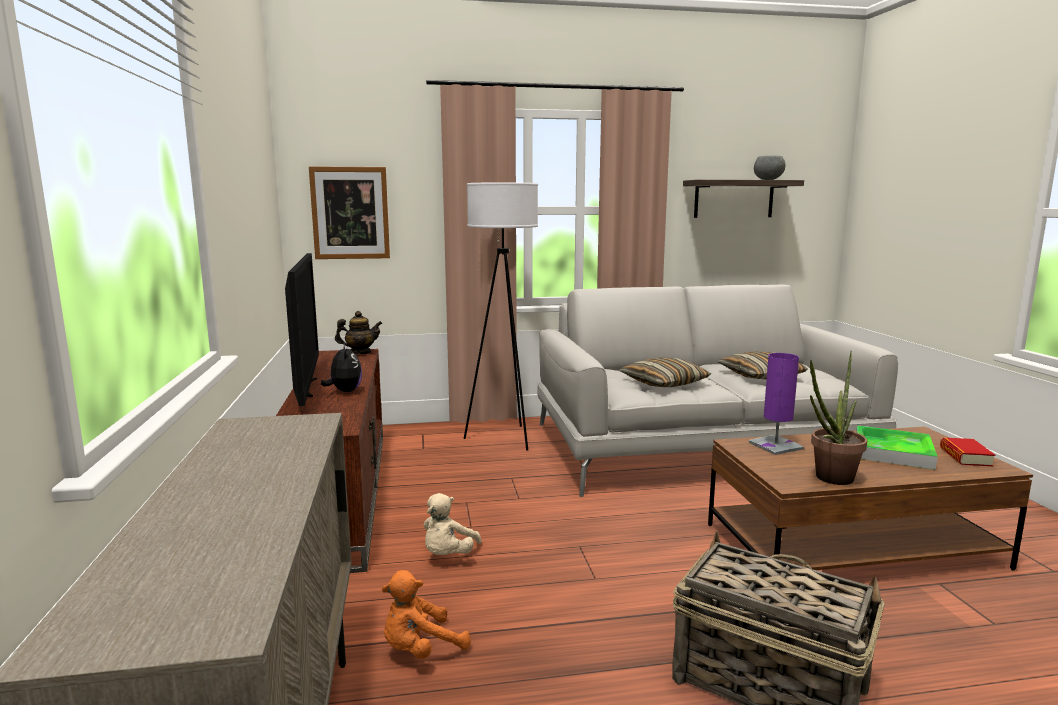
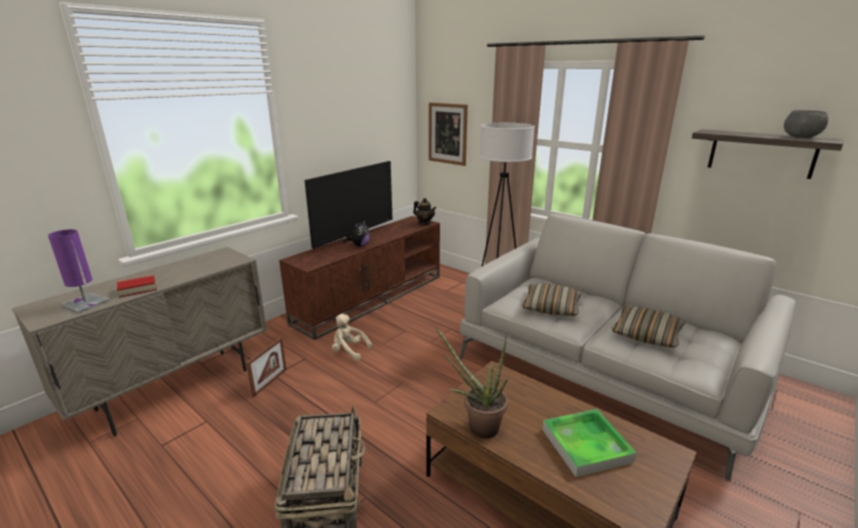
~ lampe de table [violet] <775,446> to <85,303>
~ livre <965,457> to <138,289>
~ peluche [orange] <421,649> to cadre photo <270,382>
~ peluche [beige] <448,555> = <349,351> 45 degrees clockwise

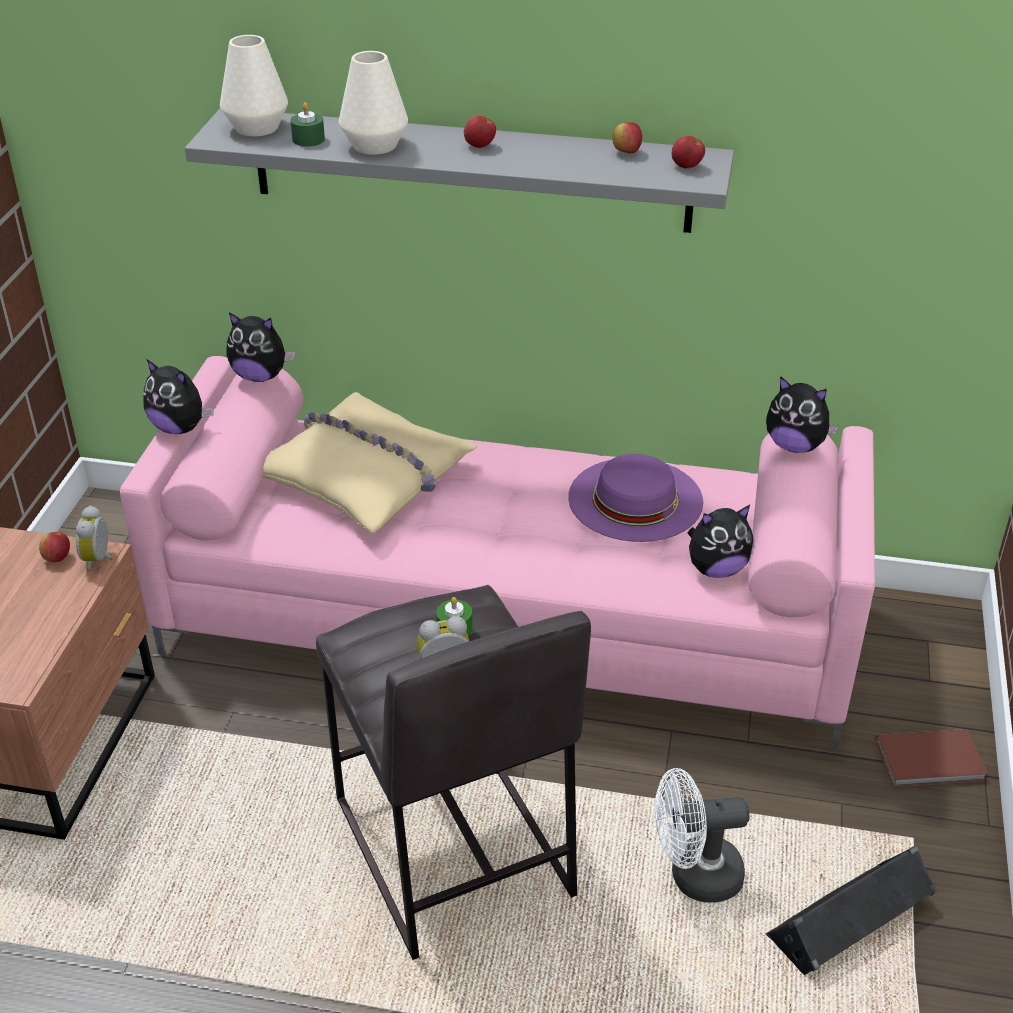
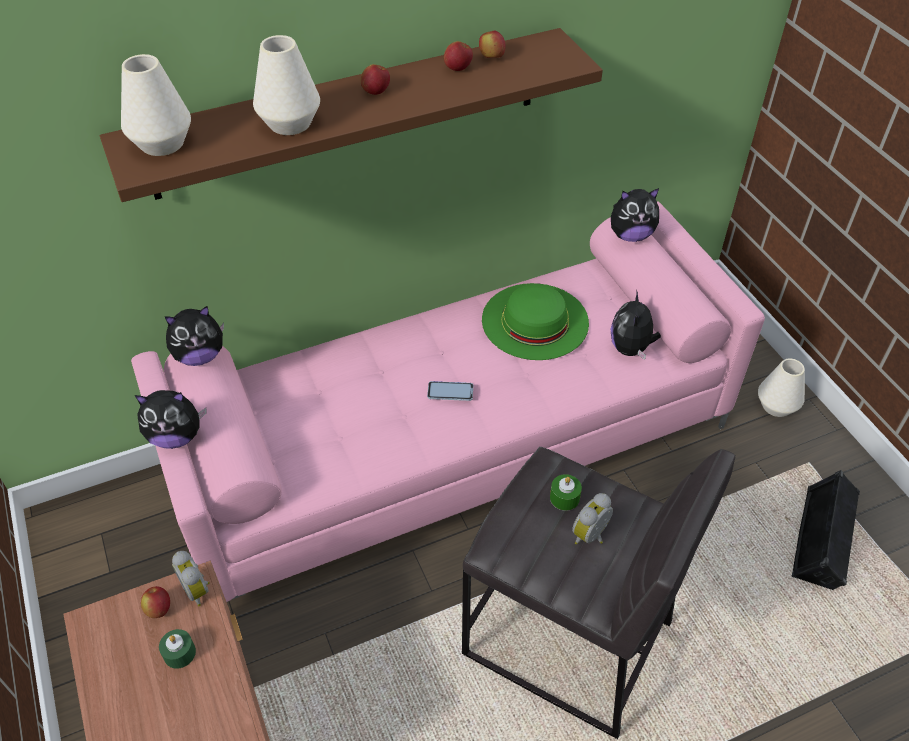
~ étagère [gris] <470,170> to étagère [marron] <349,113>
~ bougie [vert] <308,139> to <179,653>
+ téléphone <450,392>
~ pomme <686,166> to <458,68>
~ chapeau [violet] <635,499> to chapeau [vert] <535,321>
~ peluche <716,569> = <631,348> 150 degrees clockwise
~ livre [marron] <931,762> to vase [blanc] <776,406>
- coussin [beige] <365,476>
- ventilateur [blanc] <694,876>

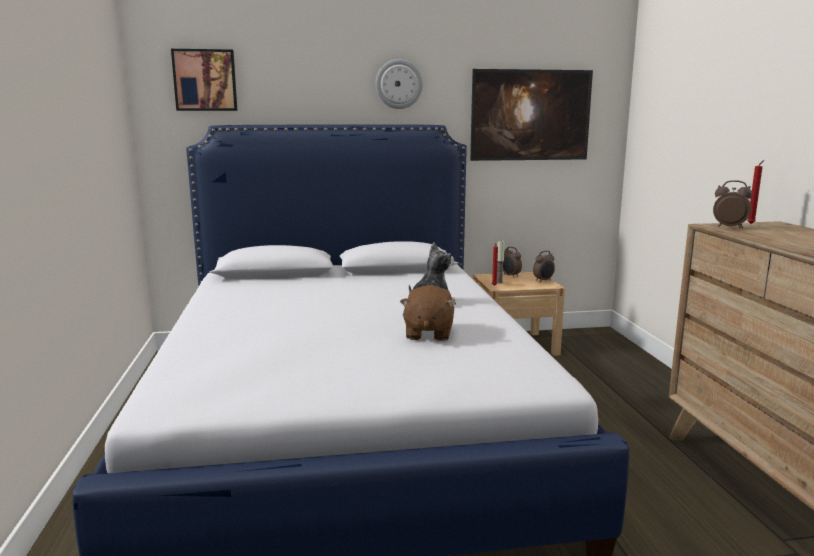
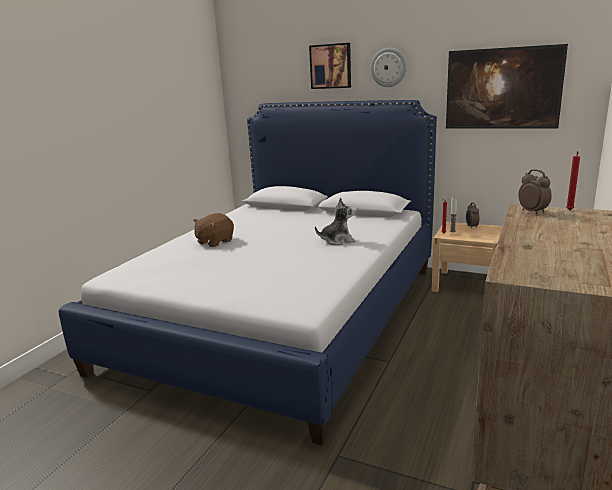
~ peluche [marron] <428,333> to <214,242>
~ tableau <205,80> to <331,66>
- réveil <543,281>

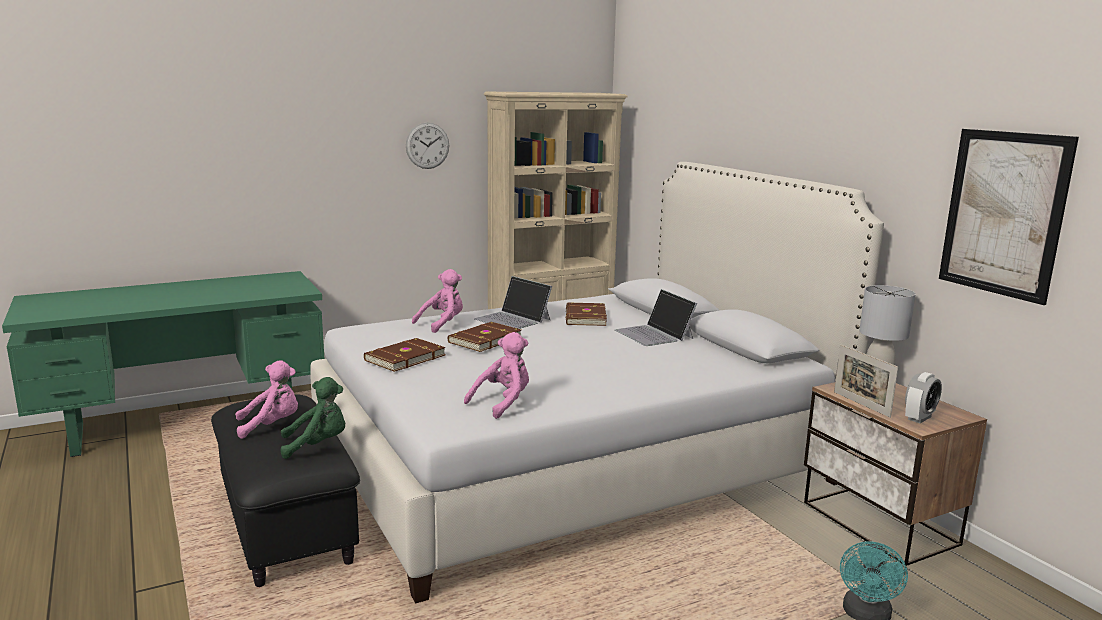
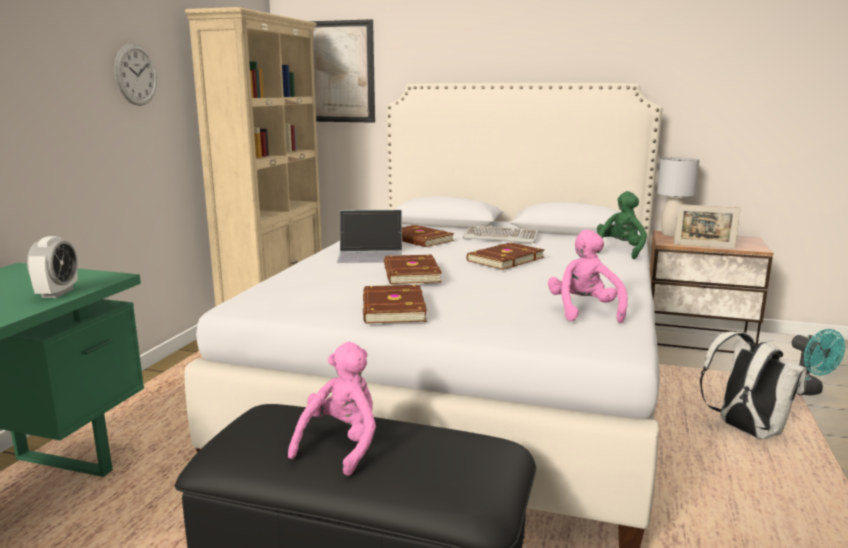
~ réveil <919,418> to <57,293>
~ tableau <1003,213> to <341,72>
~ ordinateur portable <654,334> to clavier <501,238>
+ livre [marron] <504,259>
~ peluche [vert] <317,445> to <619,251>
+ sac à dos [blanc] <745,430>
- peluche [rose] <442,324>

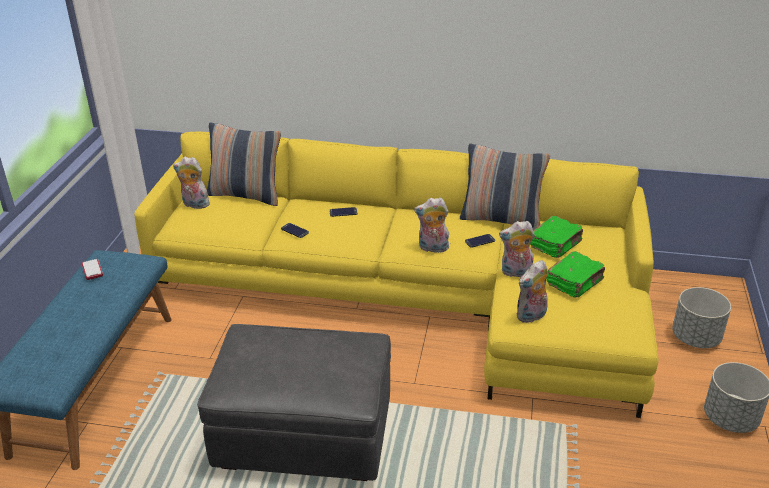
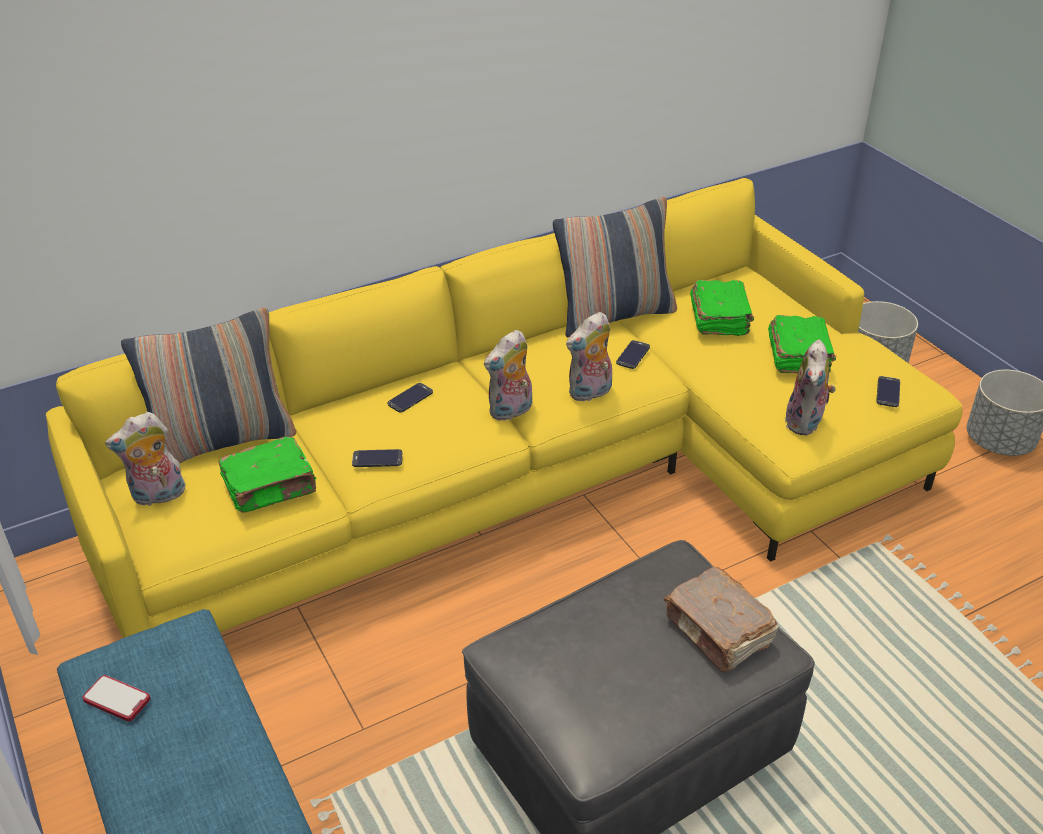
+ livre [vert] <271,487>
~ peluche <515,273> to <511,411>
+ livre [marron] <718,632>
+ téléphone <888,392>

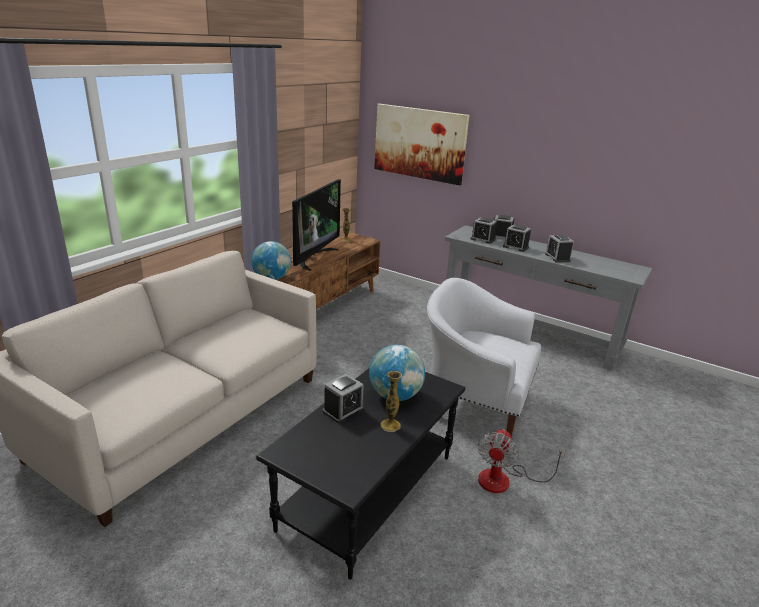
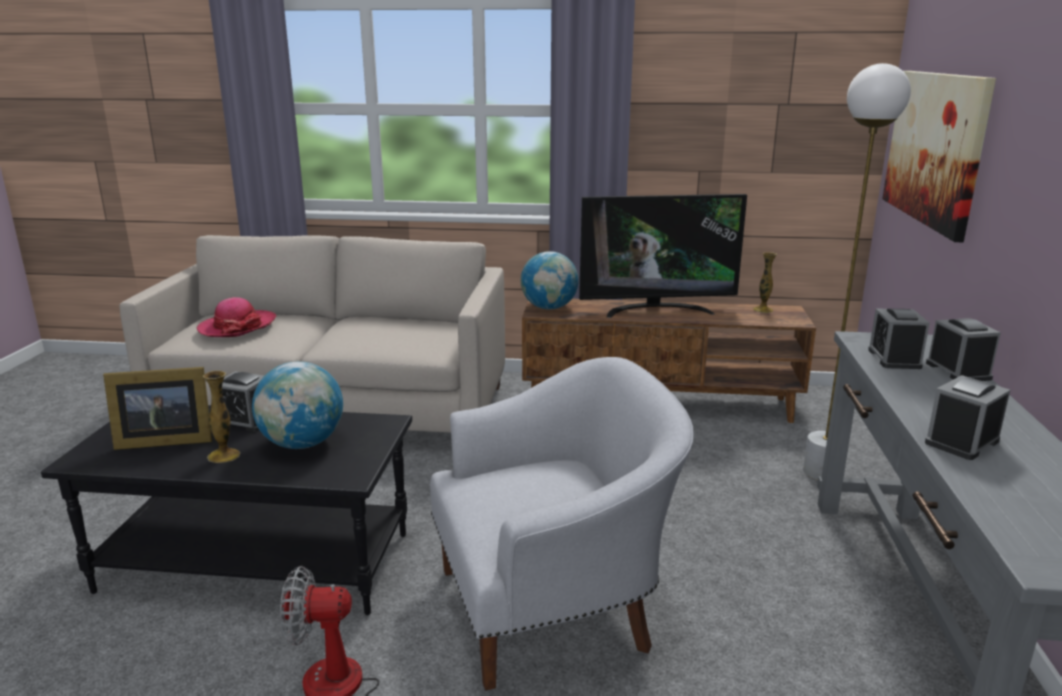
+ cadre photo <163,440>
+ chapeau <237,326>
~ fauteuil [blanc] <474,403> = <552,609> 75 degrees clockwise
+ lampadaire [blanc] <821,472>
- réveil <515,247>

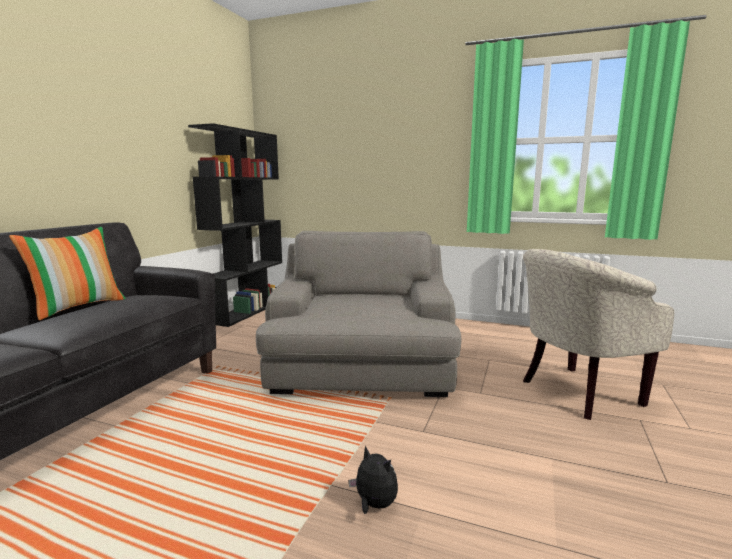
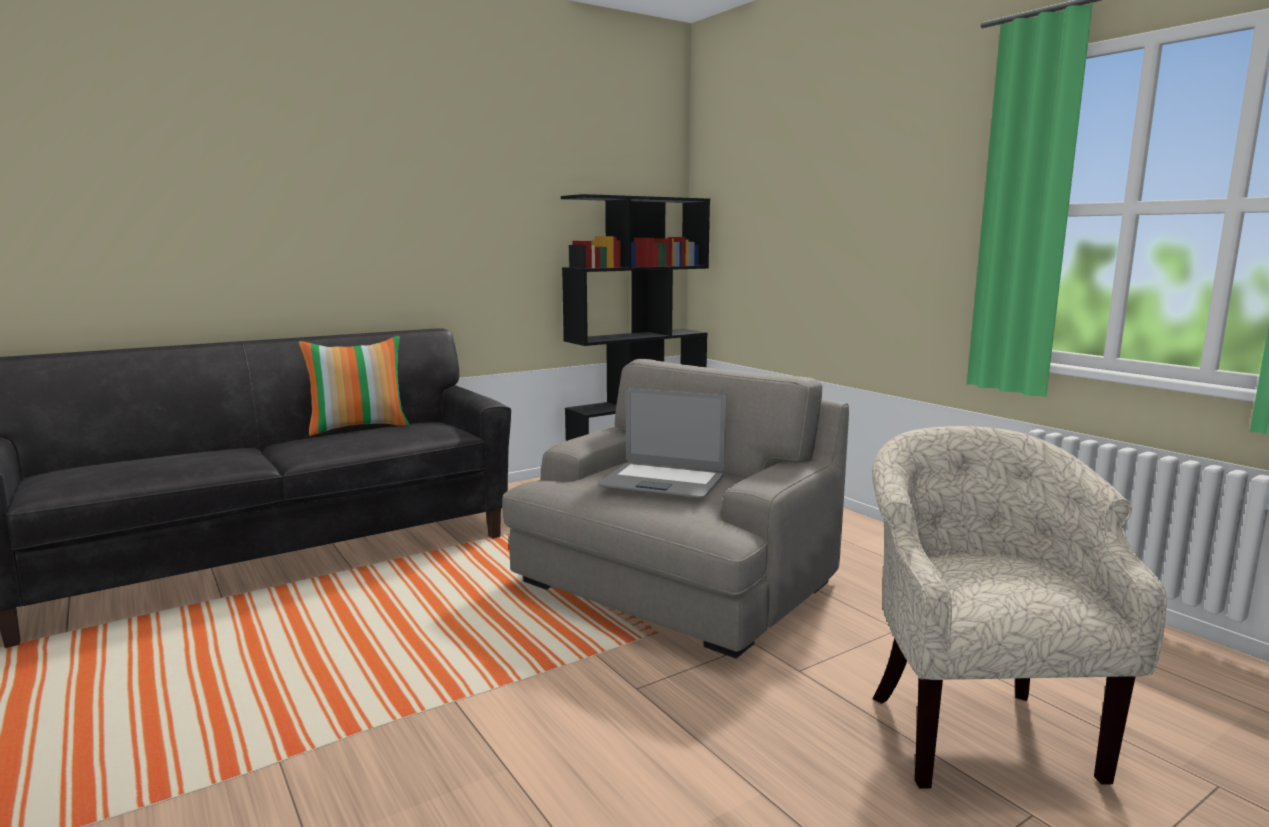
+ ordinateur portable <663,482>
~ fauteuil [beige] <575,393> = <973,729> 75 degrees clockwise
- peluche <374,505>

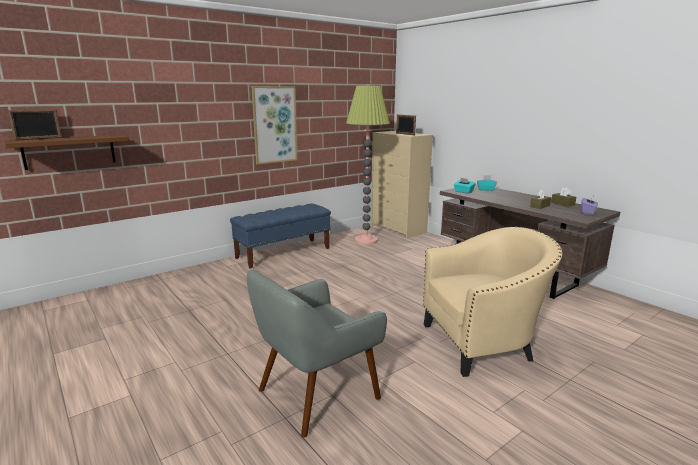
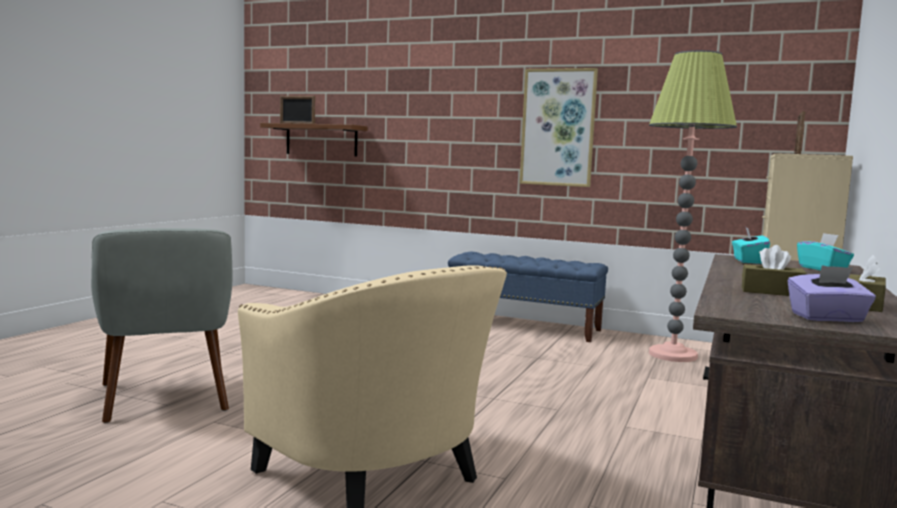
~ fauteuil [gris] <316,394> = <165,398> 135 degrees counterclockwise

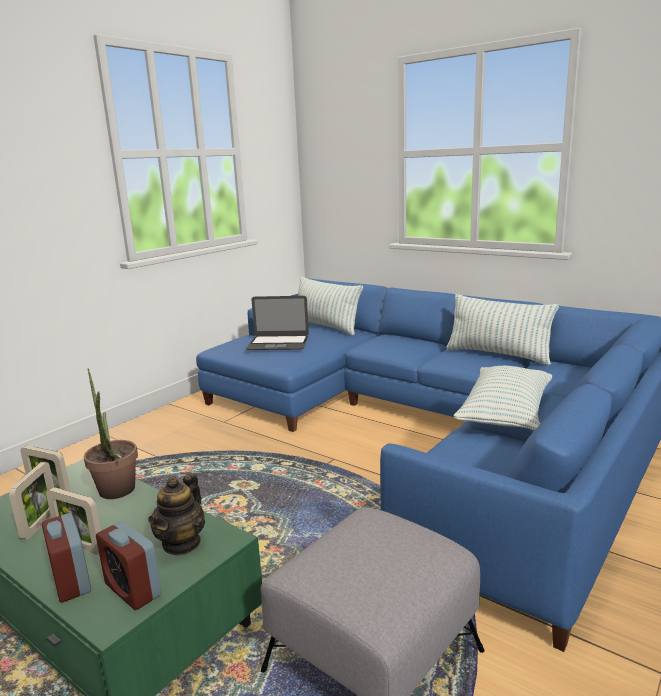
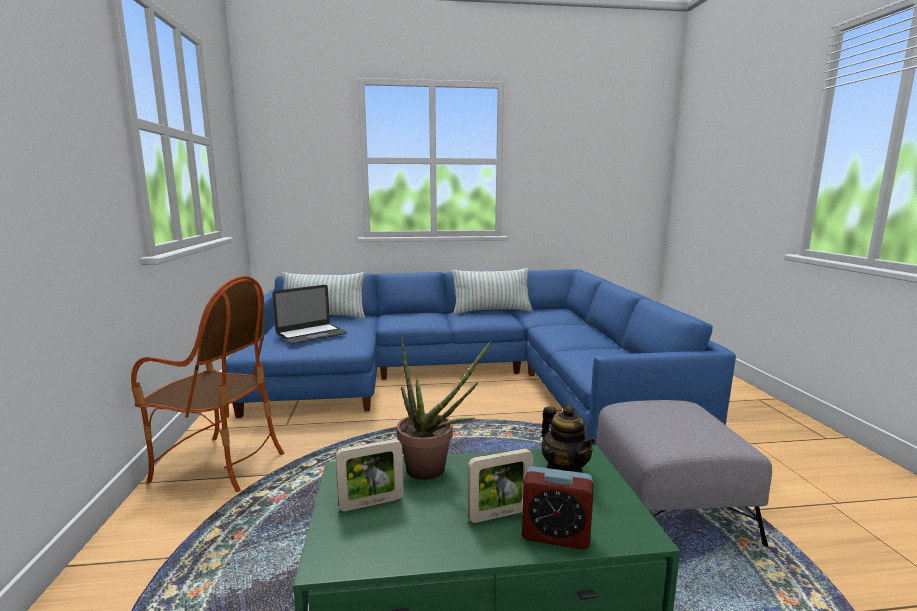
+ fauteuil <219,465>
- cadre photo <40,524>
- réveil <133,590>
- coussin <505,414>

